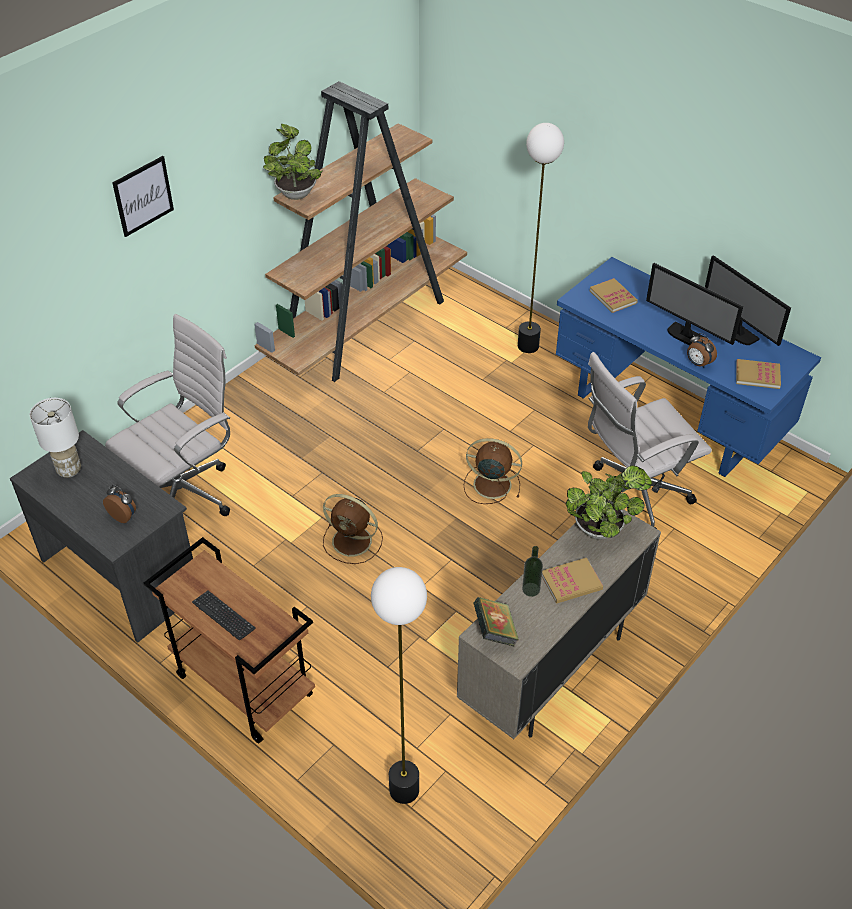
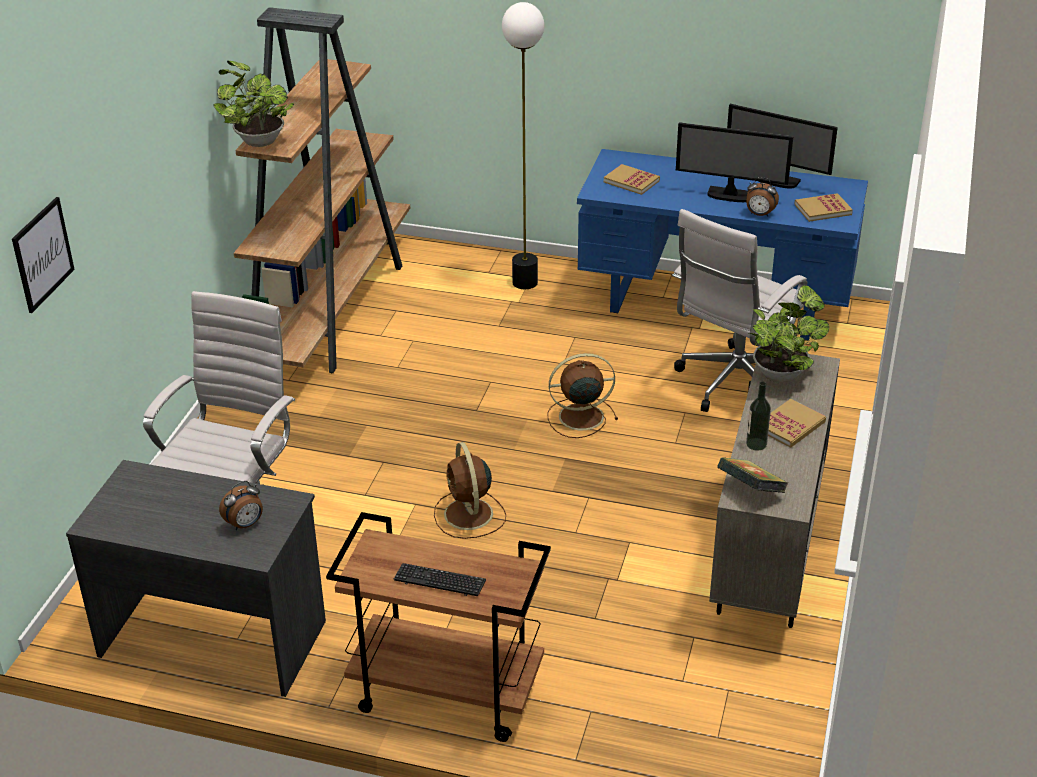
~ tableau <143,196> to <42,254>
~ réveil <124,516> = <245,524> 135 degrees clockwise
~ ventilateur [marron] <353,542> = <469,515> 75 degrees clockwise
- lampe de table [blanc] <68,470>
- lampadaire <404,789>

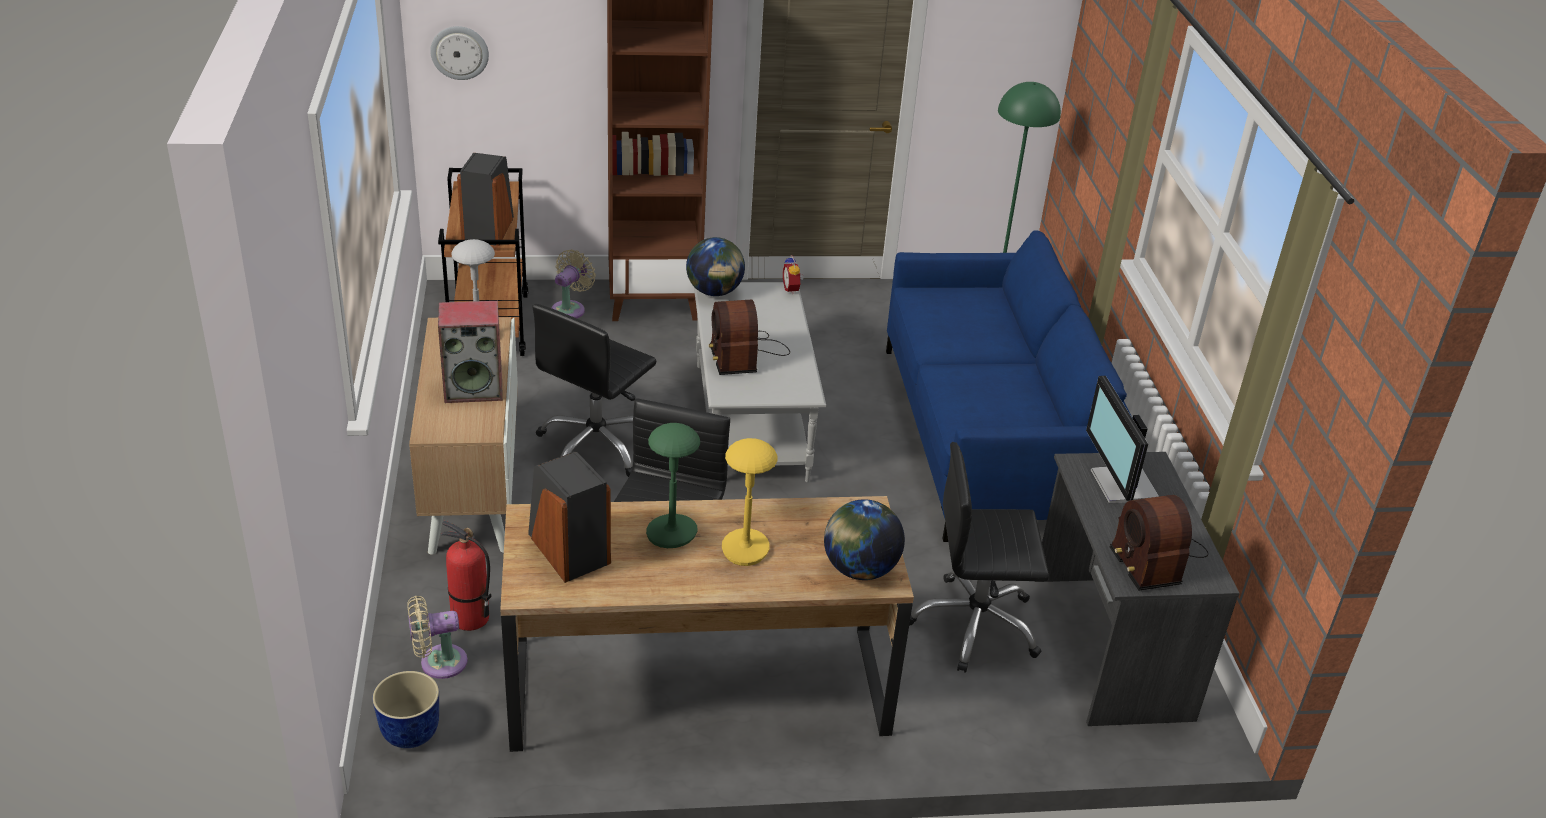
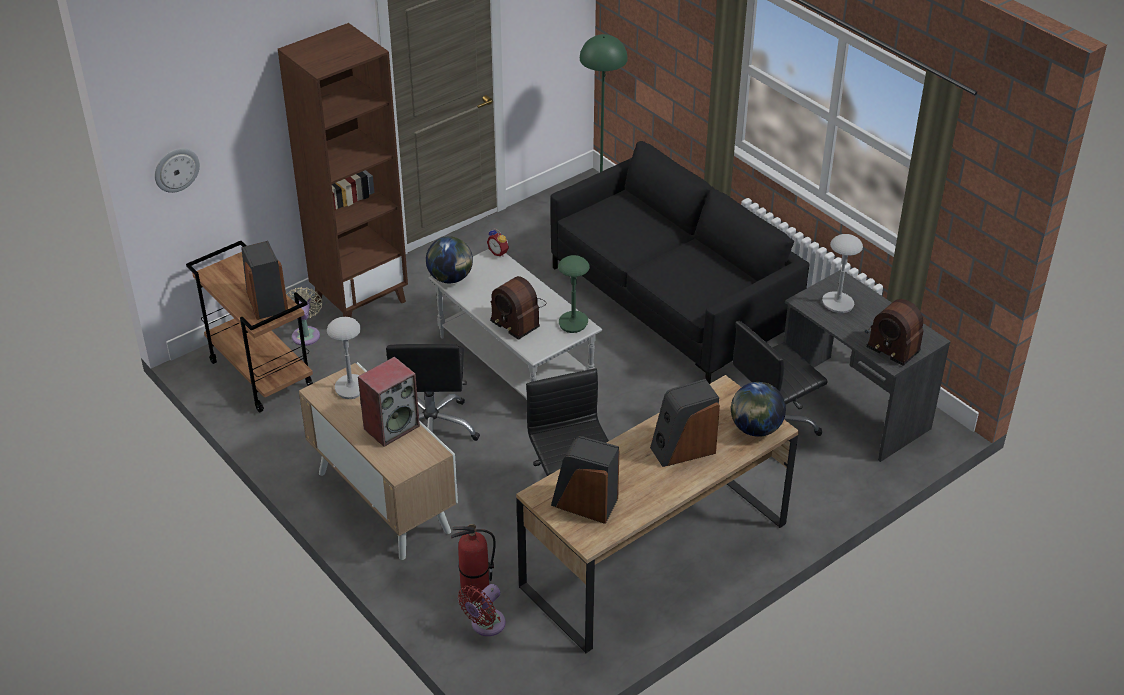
~ ventilateur [beige] <438,662> to ventilateur [rouge] <485,625>
~ canapé [bleu] <989,437> to canapé [noir] <671,301>
~ lampe de table [vert] <671,533> to <573,323>
~ lampe de table [jaune] <745,549> to enceinte <683,449>
~ écran d'ordinateur <1121,485> to lampe de table [gris] <838,303>
- cache-pot <409,733>

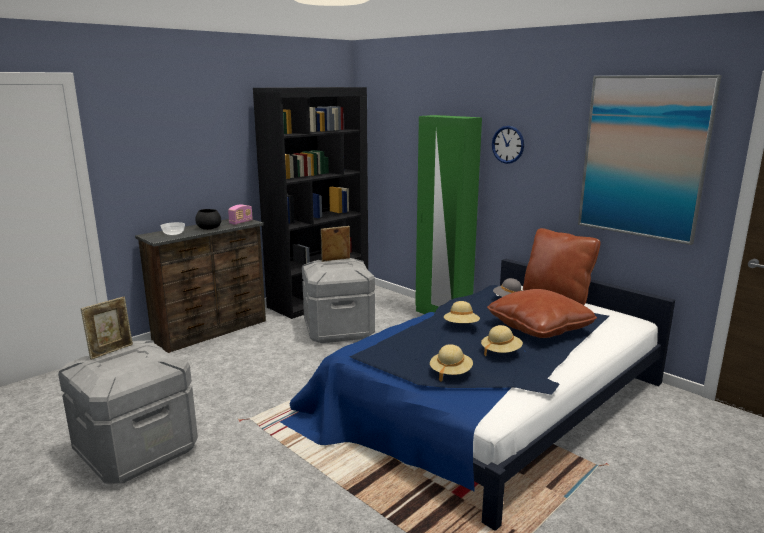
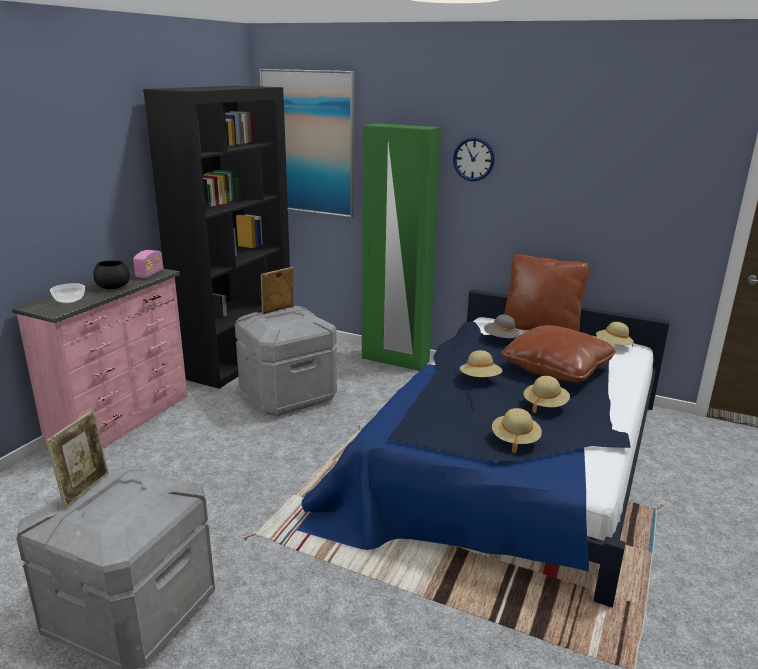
~ commode [marron] <212,331> to commode [rose] <124,421>
~ tableau <643,157> to <308,143>
+ chapeau [beige] <613,346>

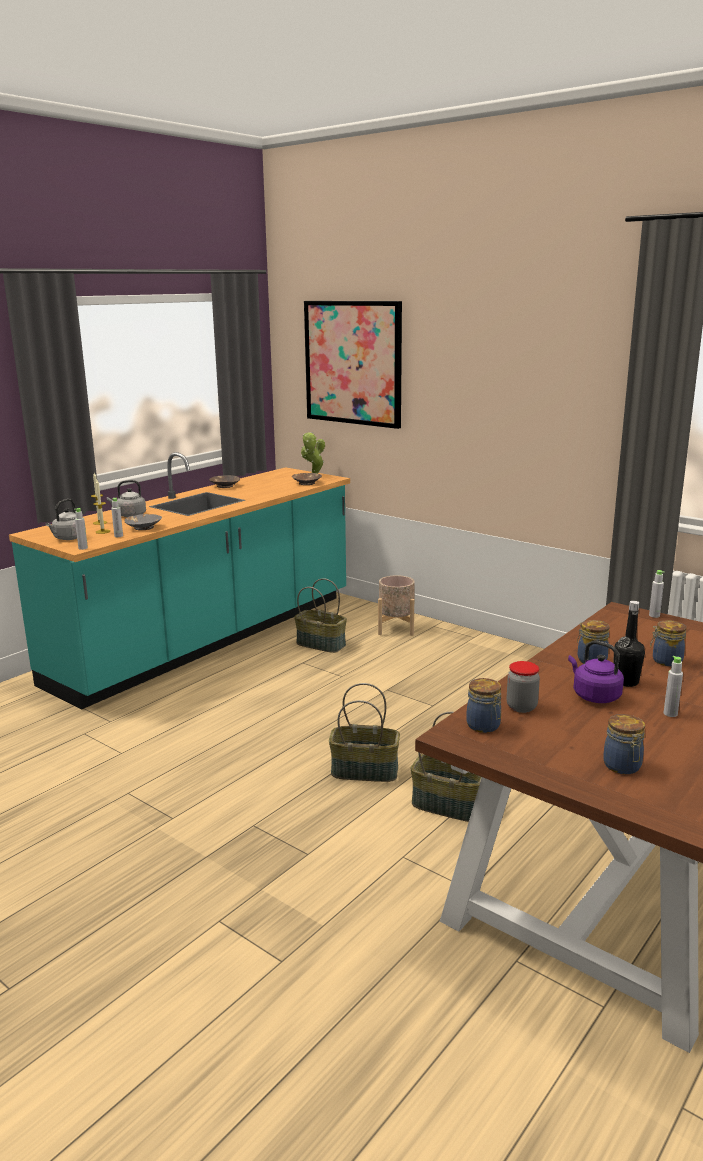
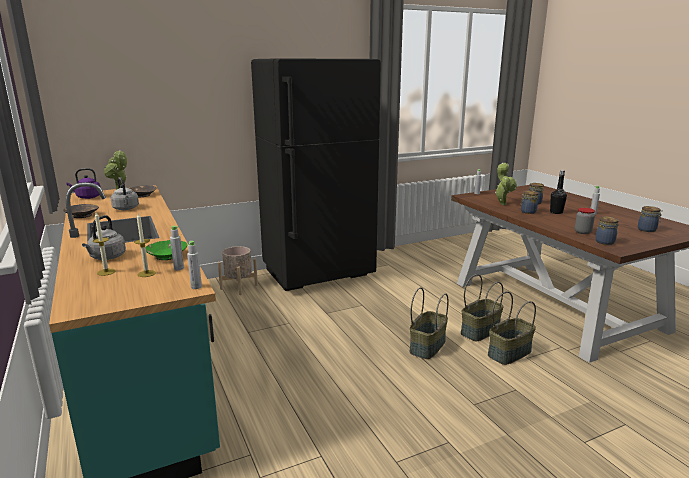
~ bouilloire [violet] <594,696> to <87,197>
~ bouilloire [gris] <68,538> to <126,209>
~ bol [gris] <144,527> to bol [vert] <167,256>
+ réfrigérateur [noir] <319,274>
~ panier <321,644> to <509,352>
+ plante en pot <502,203>
- tableau <353,363>

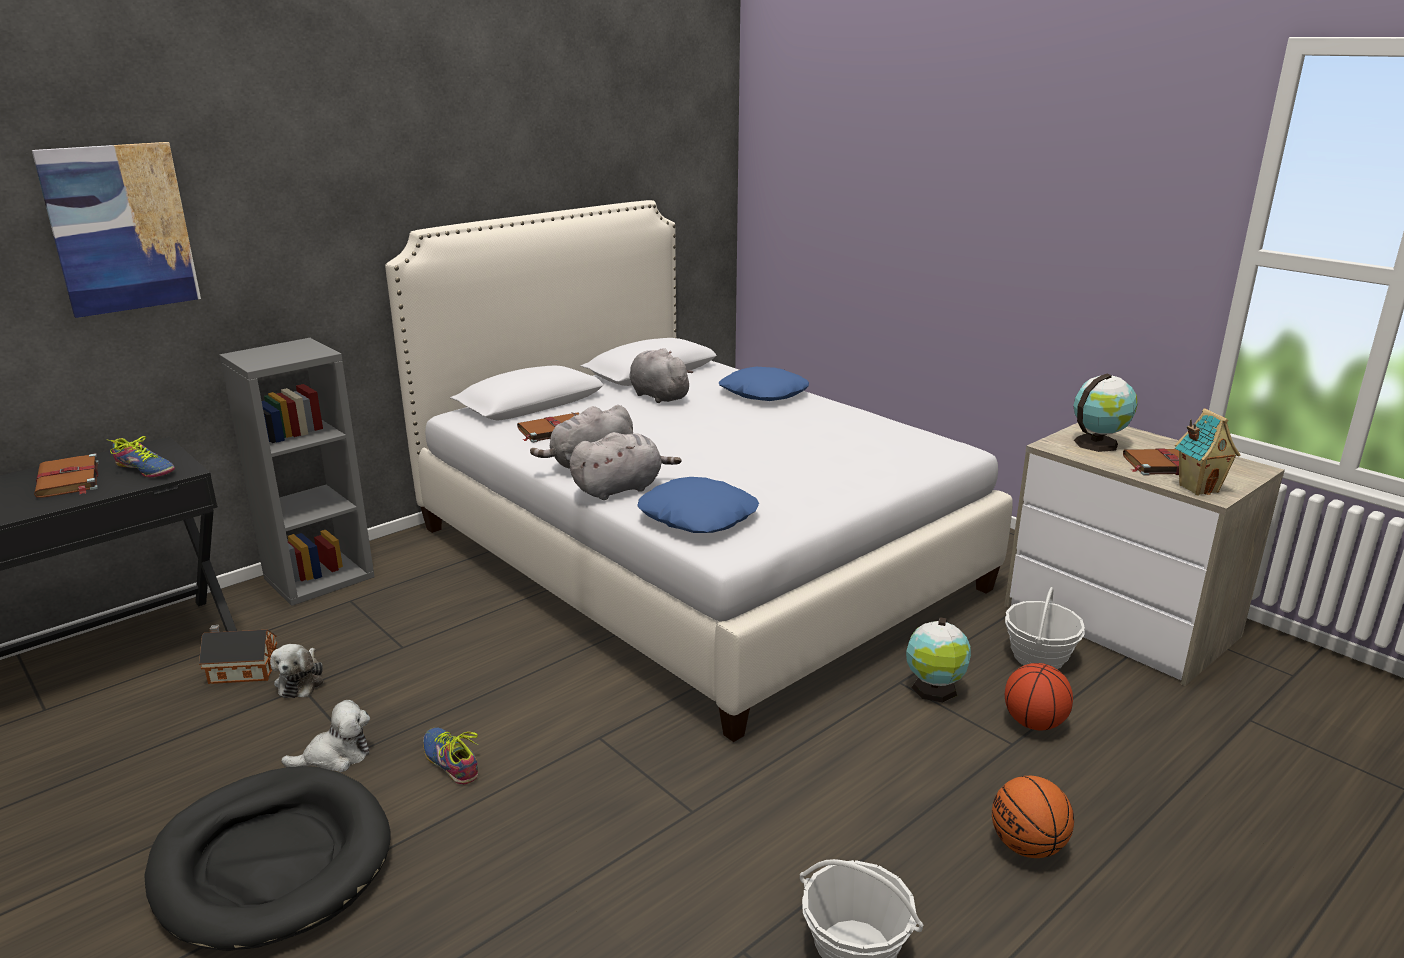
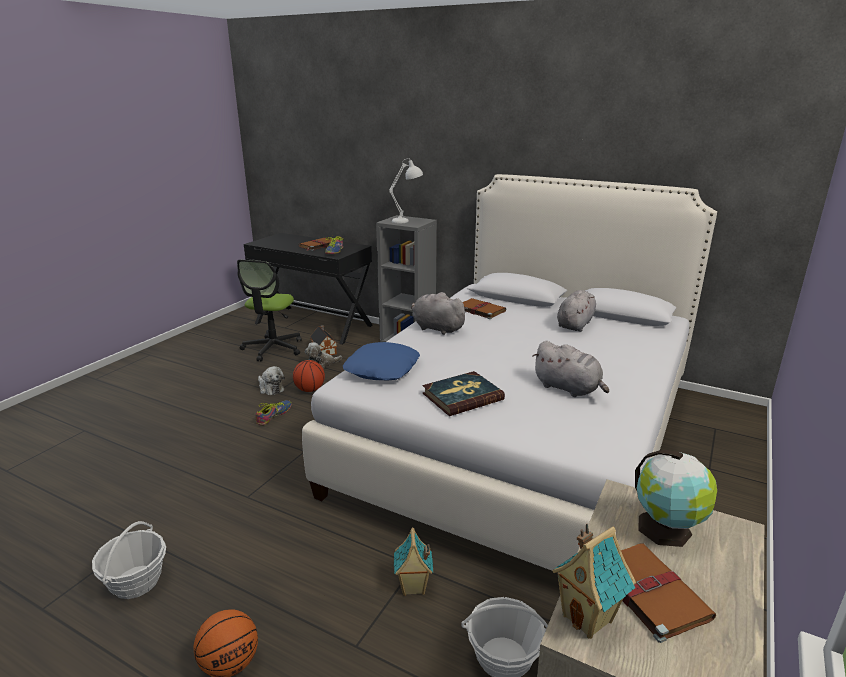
+ chaise de bureau <273,348>
~ ballon de basket <1034,723> to <309,390>
+ lampe de table [blanc] <407,221>
~ globe <934,690> to maison miniature <413,587>
+ livre <462,396>
~ peluche [gris] <620,488> to <568,388>
- tableau <120,228>
- panier pour chien [noir] <272,861>
- coussin [bleu] <763,393>

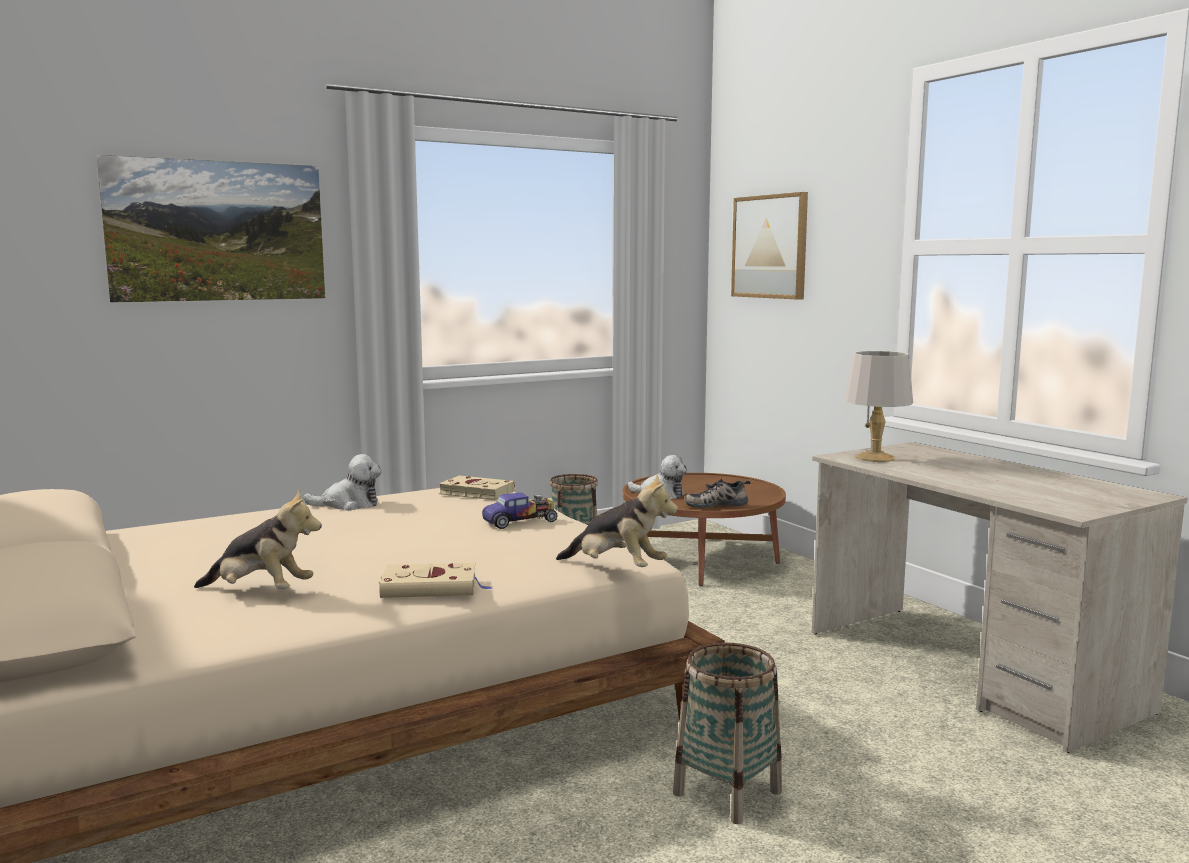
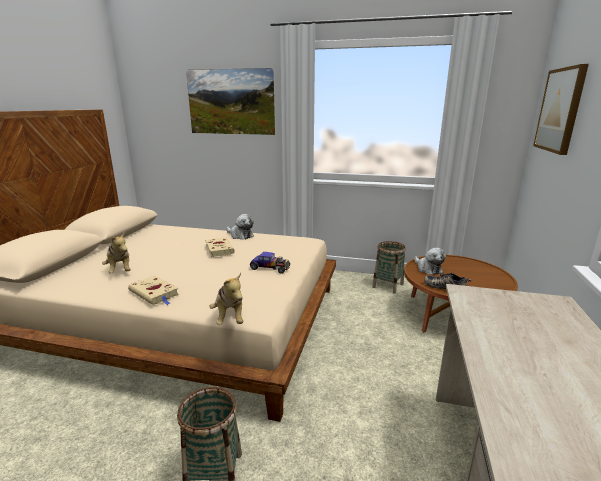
~ livre [beige] <474,492> to <219,249>
- lampe de table [gris] <876,458>

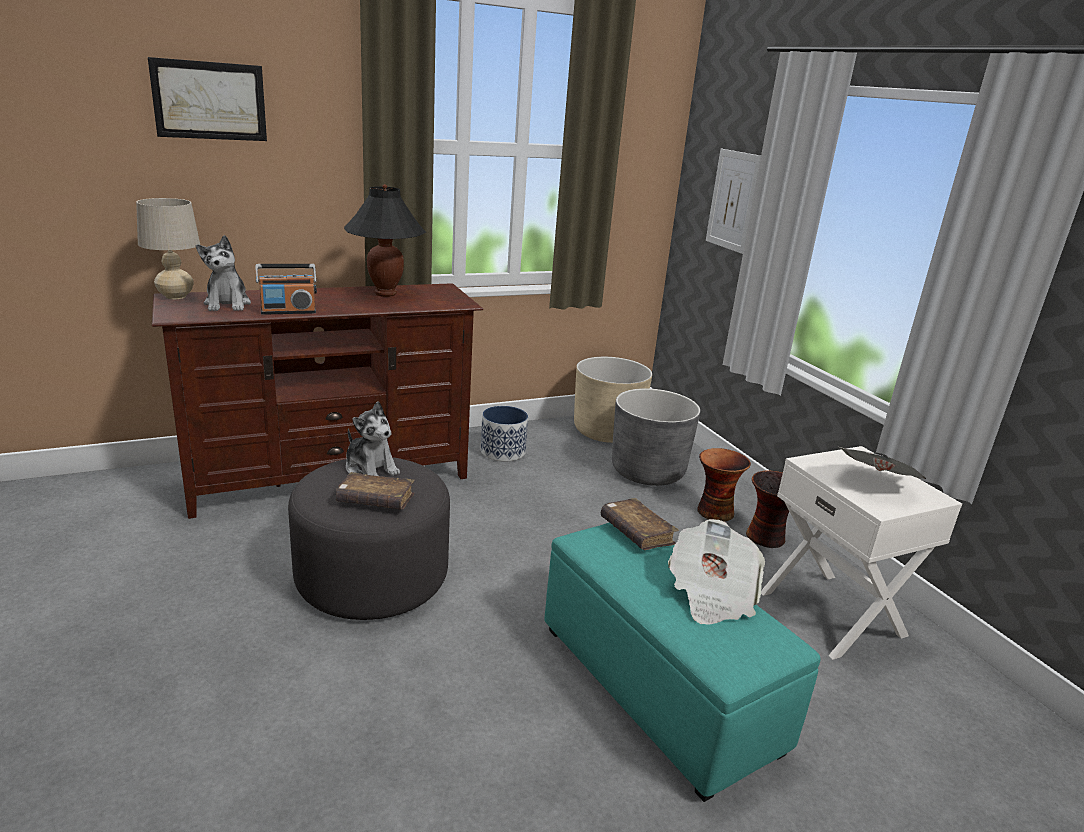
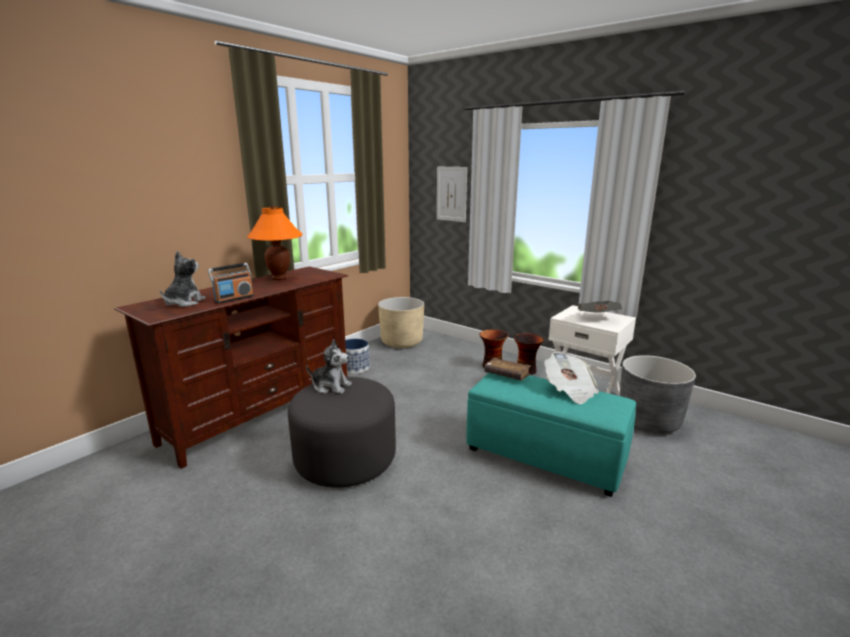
~ peluche <227,304> = <184,303> 120 degrees counterclockwise
~ lampe de table [noir] <385,294> to lampe de table [orange] <279,278>
~ cache-pot [gris] <647,471> to <648,421>
- lampe de table [beige] <176,296>
- tableau <209,100>
- livre [marron] <375,500>

